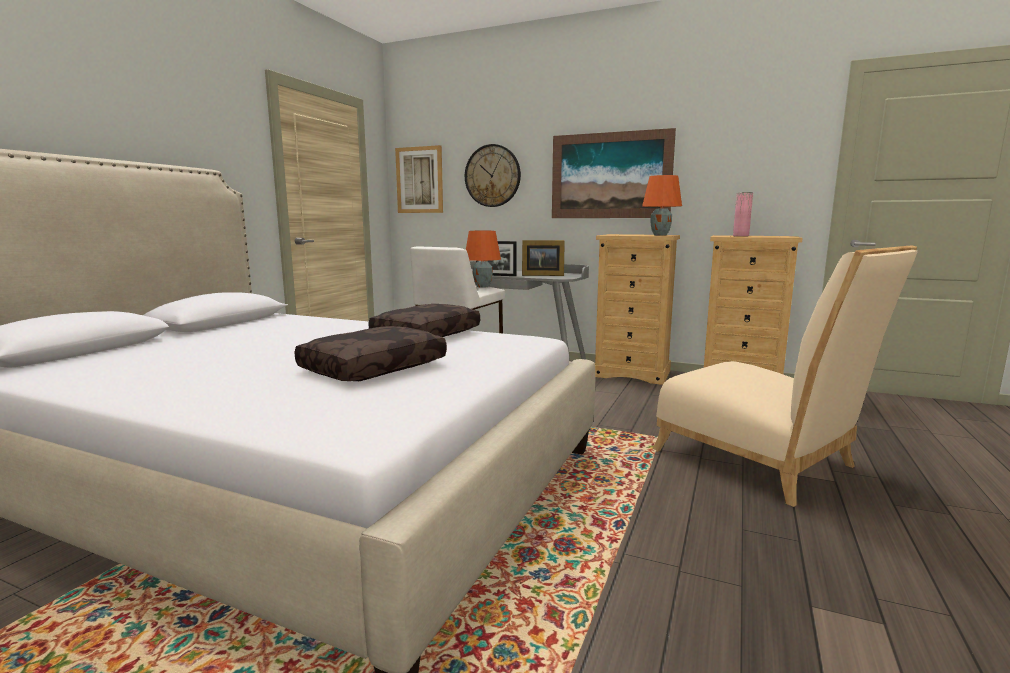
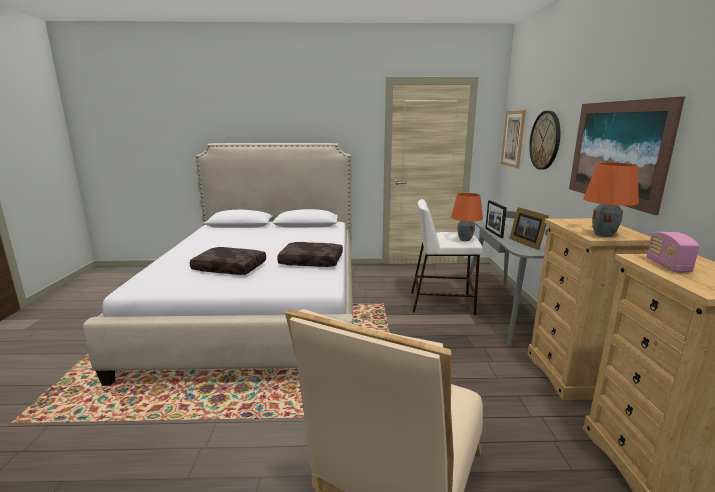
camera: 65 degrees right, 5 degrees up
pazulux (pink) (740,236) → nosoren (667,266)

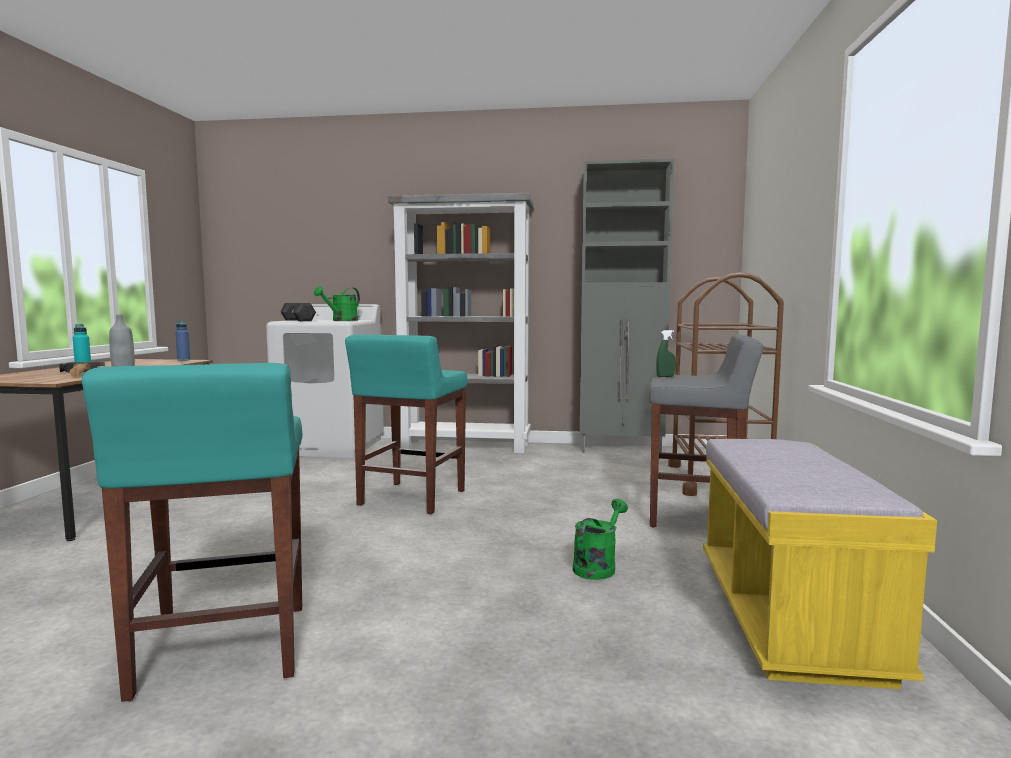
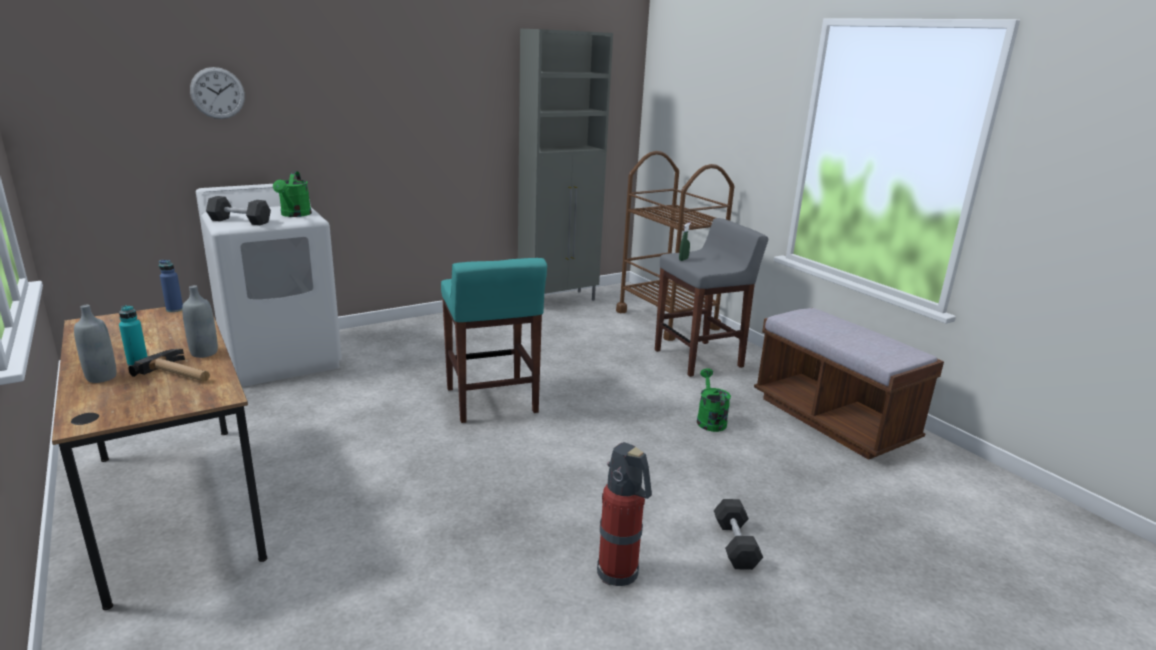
camera: 40 degrees left, 15 degrees up
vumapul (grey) (466,446) → -
- → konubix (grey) (101,377)
- → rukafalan (217,93)
- → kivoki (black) (735,544)
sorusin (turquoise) (222,651) → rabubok (619,572)
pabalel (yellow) (789,617) → pabalel (brown) (832,420)

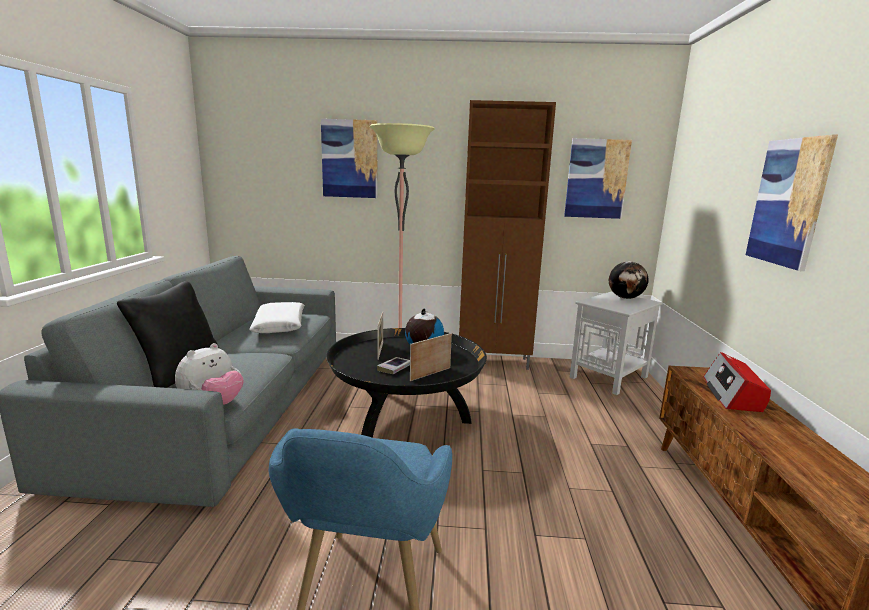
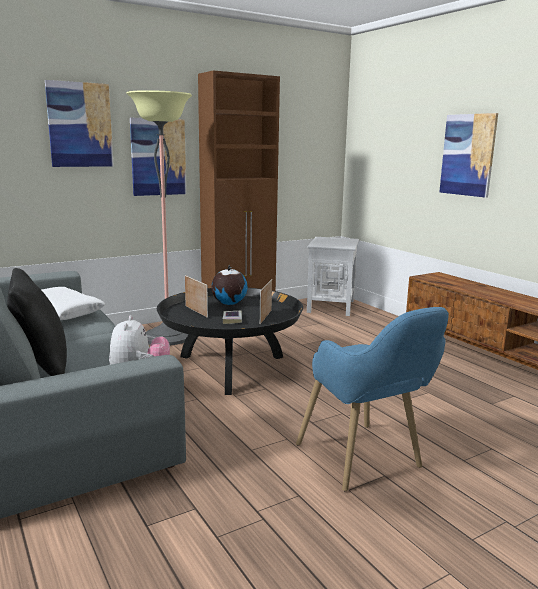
camera: 35 degrees left, 0 degrees up
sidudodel (625,298) → -
nosoren (732,394) → -
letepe (596,179) → letepe (158,157), move

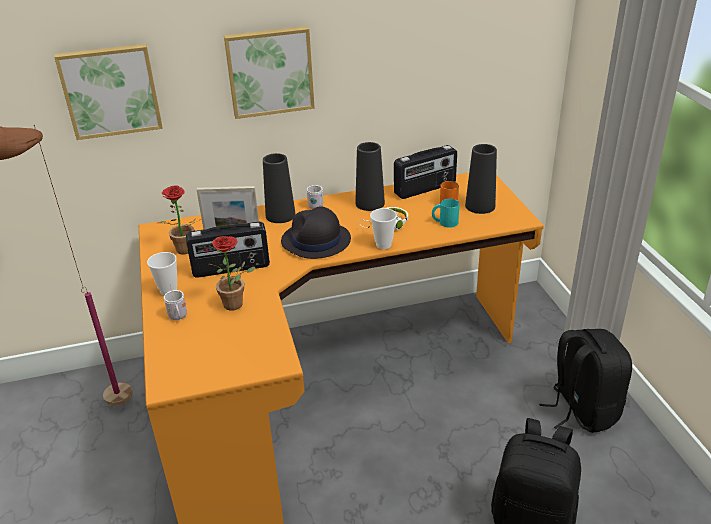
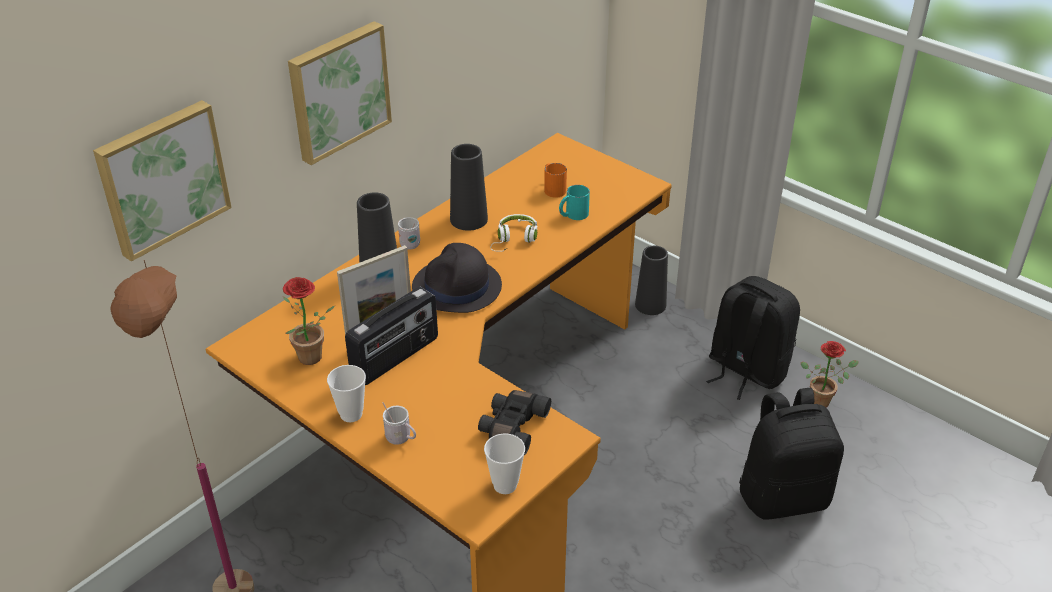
camera: 35 degrees left, 5 degrees up
nosoren (425,189) → -
- → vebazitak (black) (512,427)
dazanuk (237,304) → dazanuk (823,400), move
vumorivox (383,245) → vumorivox (505,485), move
pazulux (black) (480,206) → pazulux (black) (650,305), move

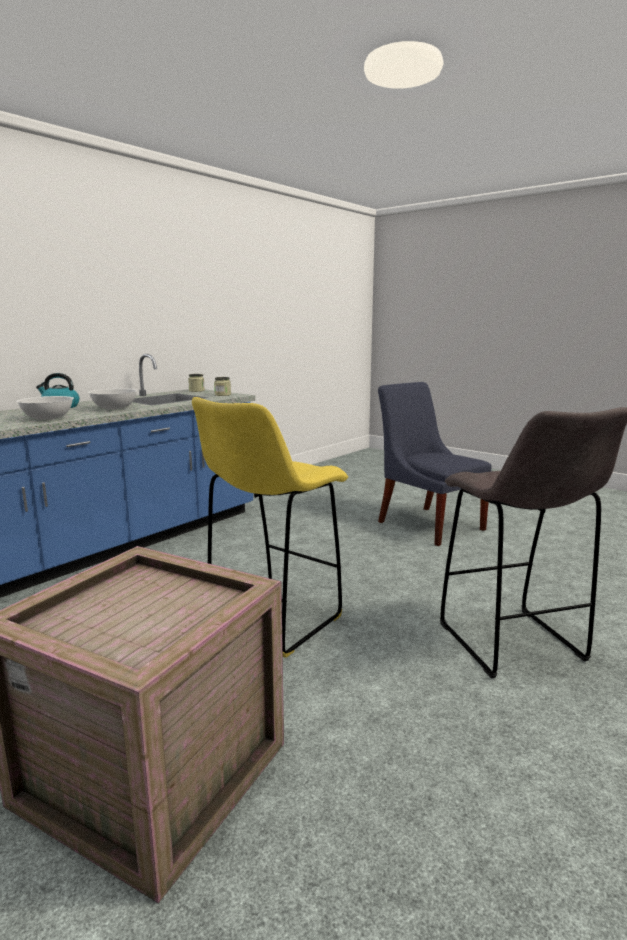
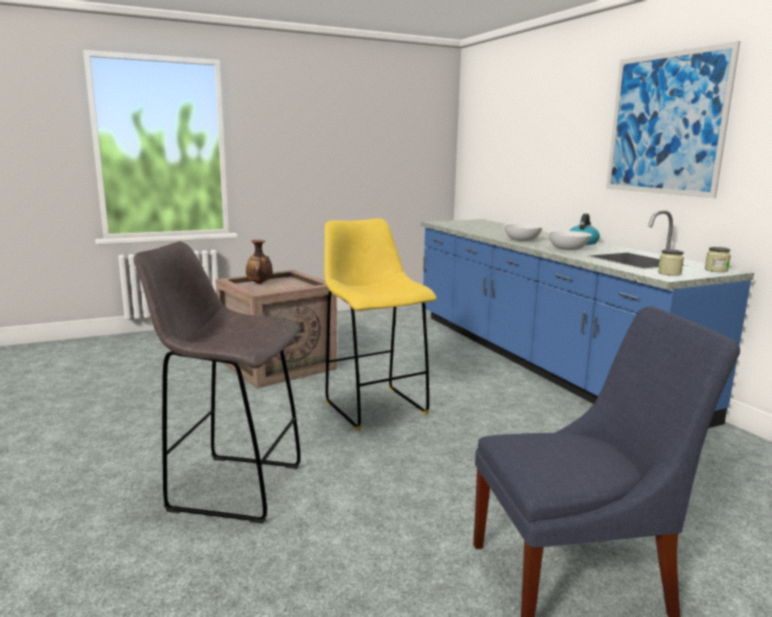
camera: 115 degrees right, 0 degrees up
- → pazulux (260,283)
- → letepe (665,124)

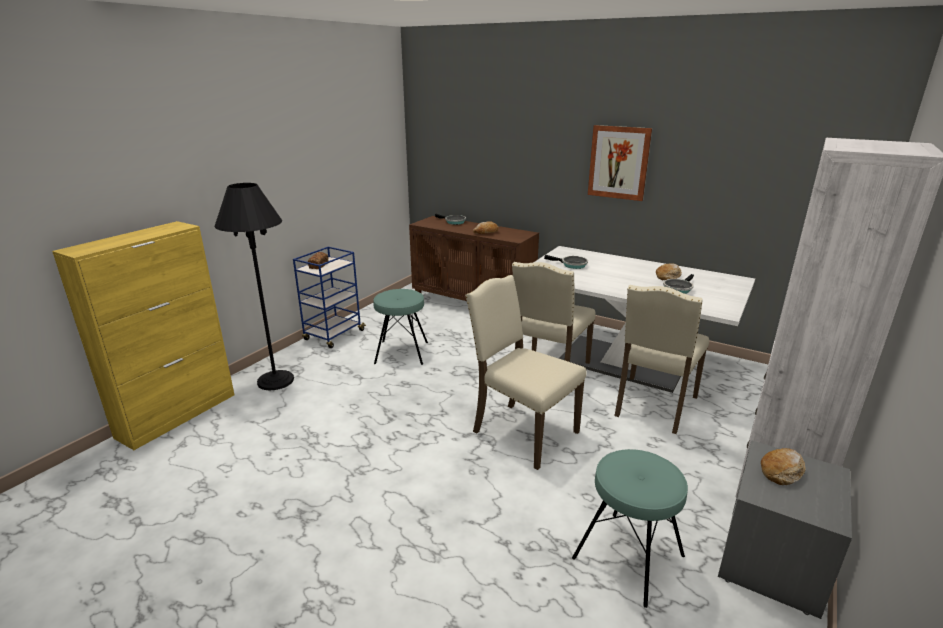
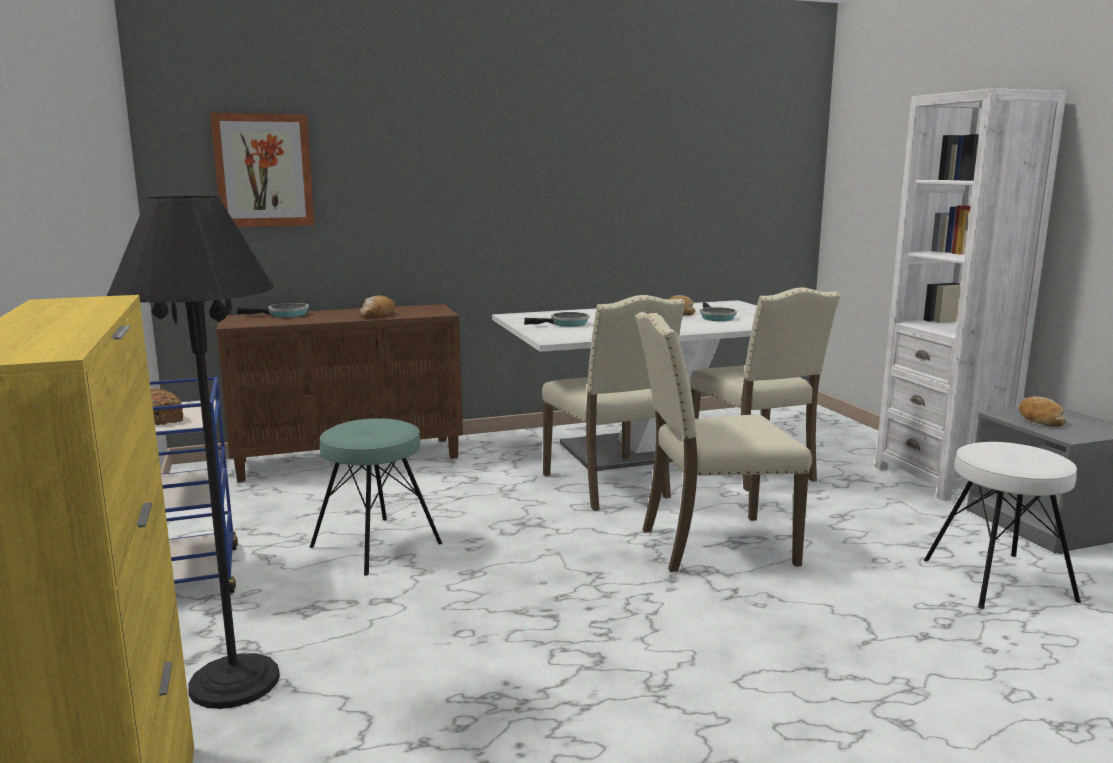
camera: 50 degrees left, 10 degrees down
letepe (619,162) → letepe (264,170), move
sorusin (turquoise) (628,556) → sorusin (white) (998,580)

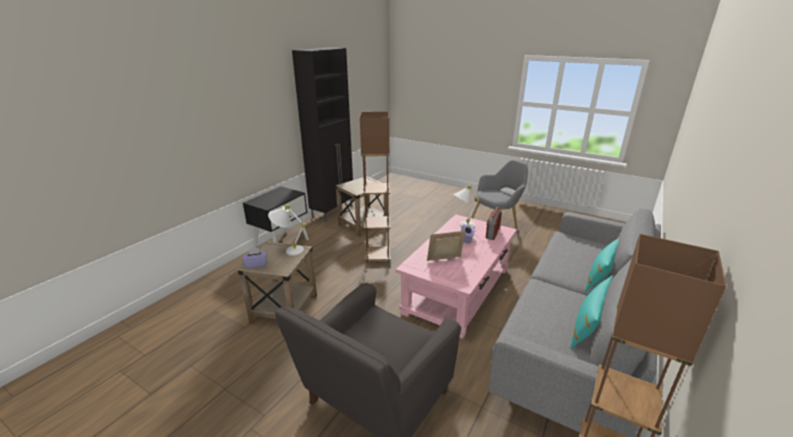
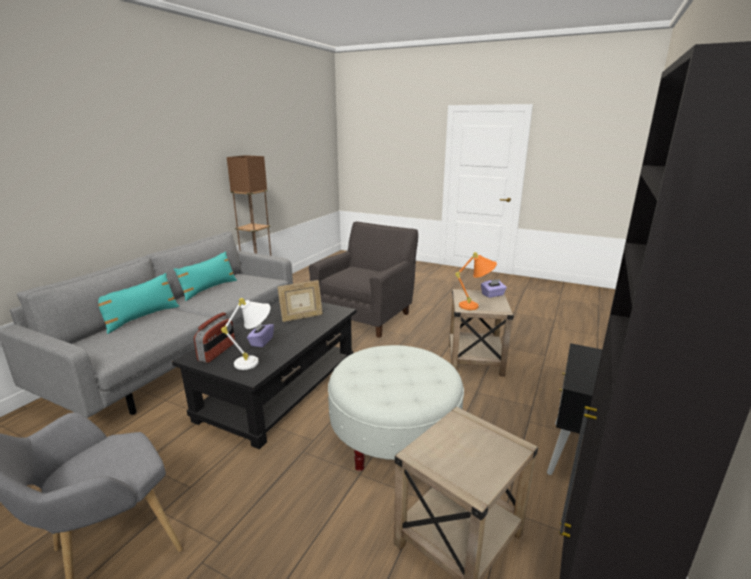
camera: 175 degrees right, 5 degrees down
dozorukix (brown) (378,257) → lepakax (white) (394,436)
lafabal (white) (288,250) → lafabal (orange) (476,306)
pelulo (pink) (457,290) → pelulo (black) (280,388)

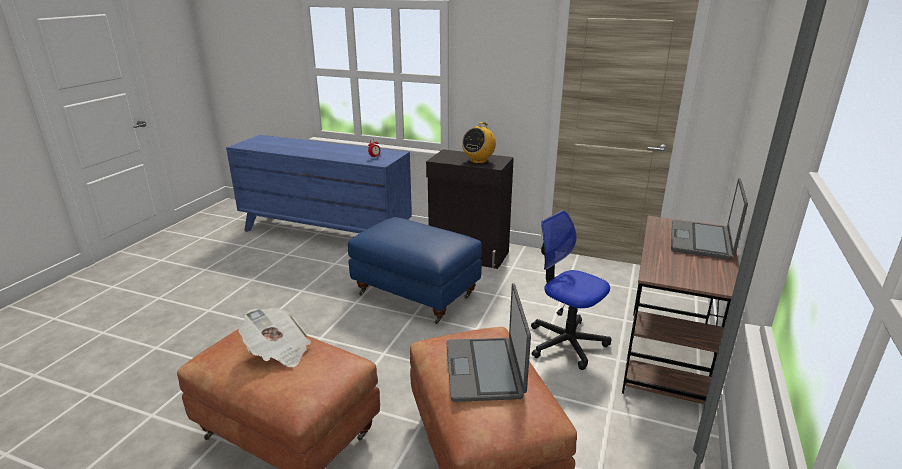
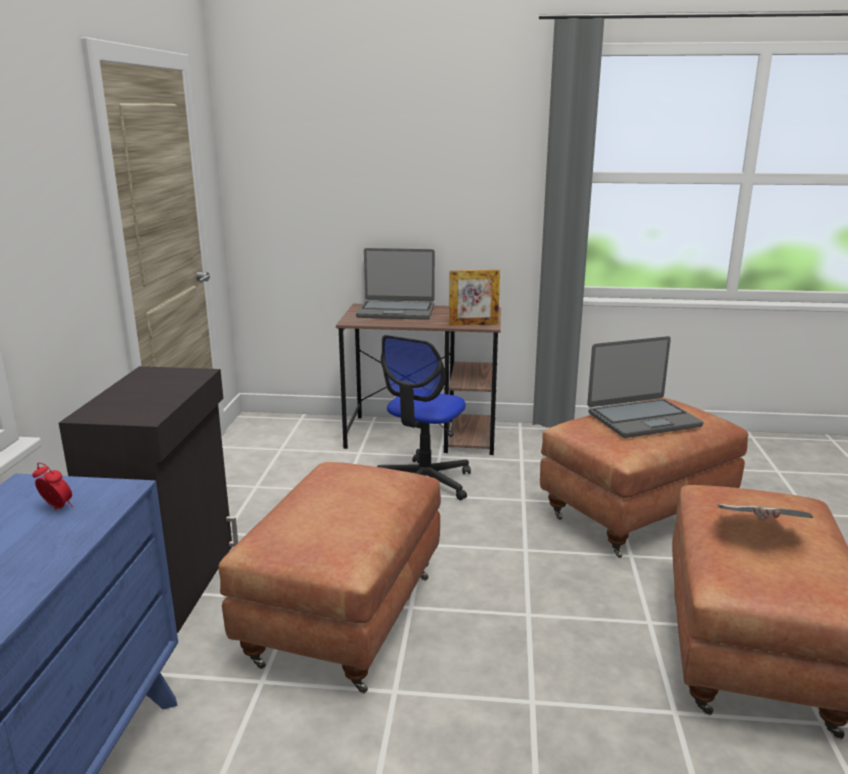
camera: 105 degrees left, 5 degrees down
nosoren (478,161) → -
- → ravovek (473,324)
lepakax (blue) (416,295) → lepakax (brown) (343,617)

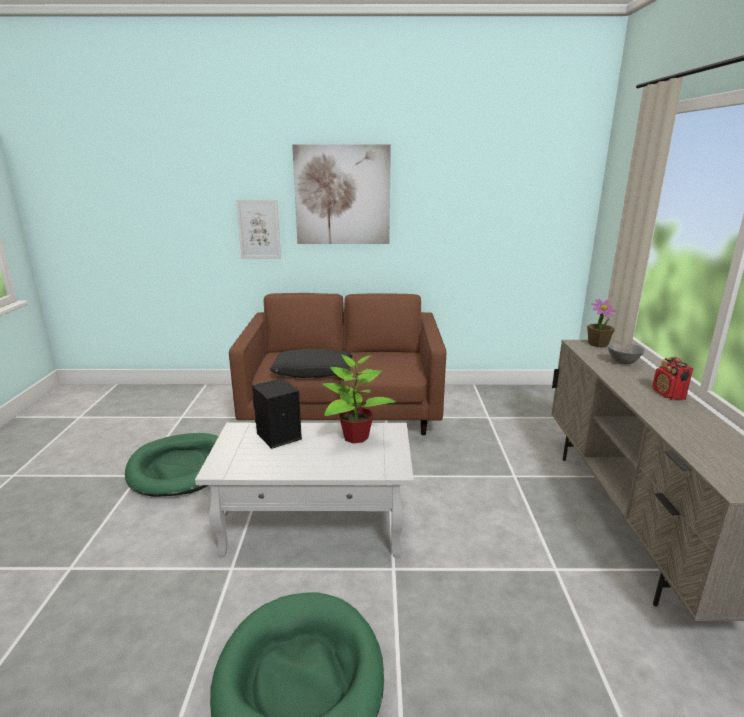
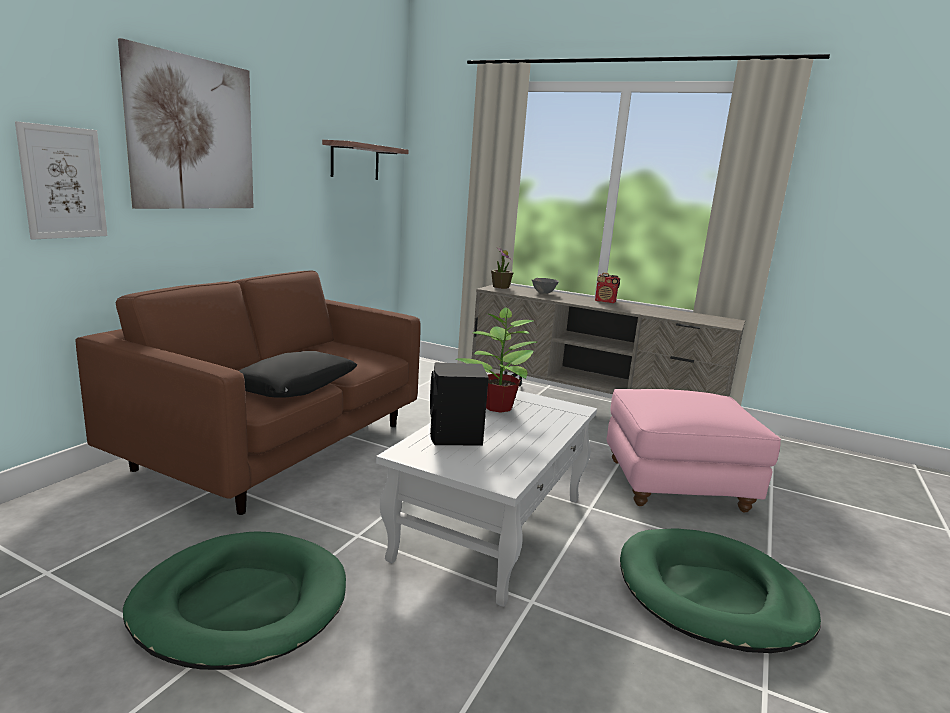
camera: 65 degrees left, 5 degrees down
- → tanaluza (355,161)
- → lepakax (pink) (676,485)

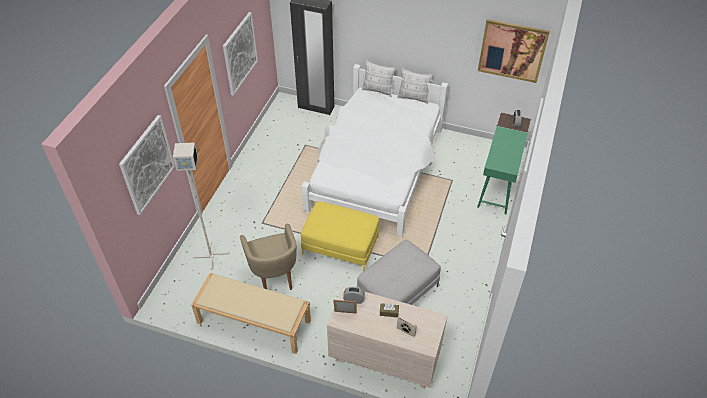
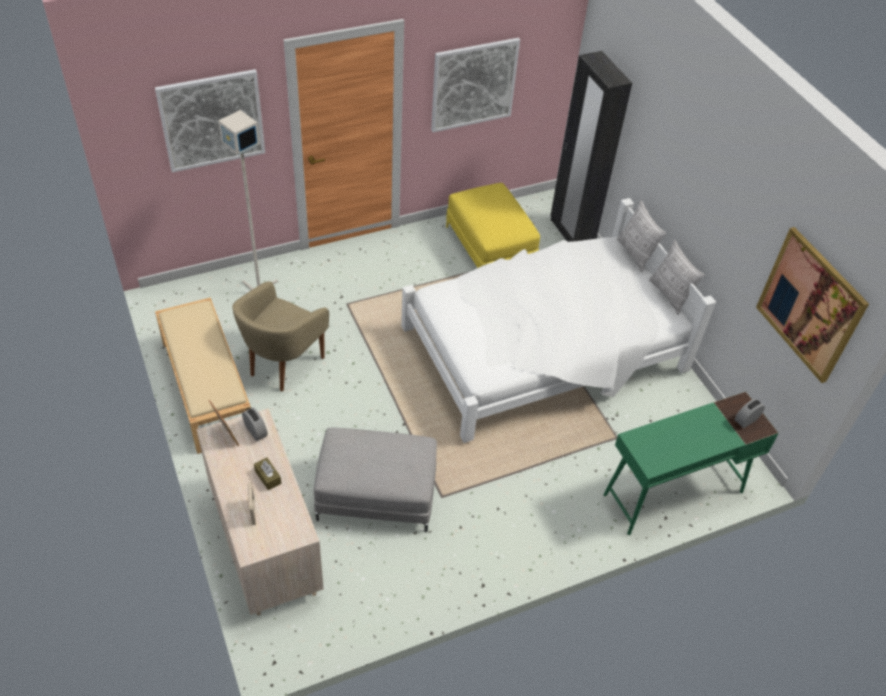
camera: 45 degrees right, 0 degrees up
lepakax (yellow) (340,245) → lepakax (yellow) (490,247), move

